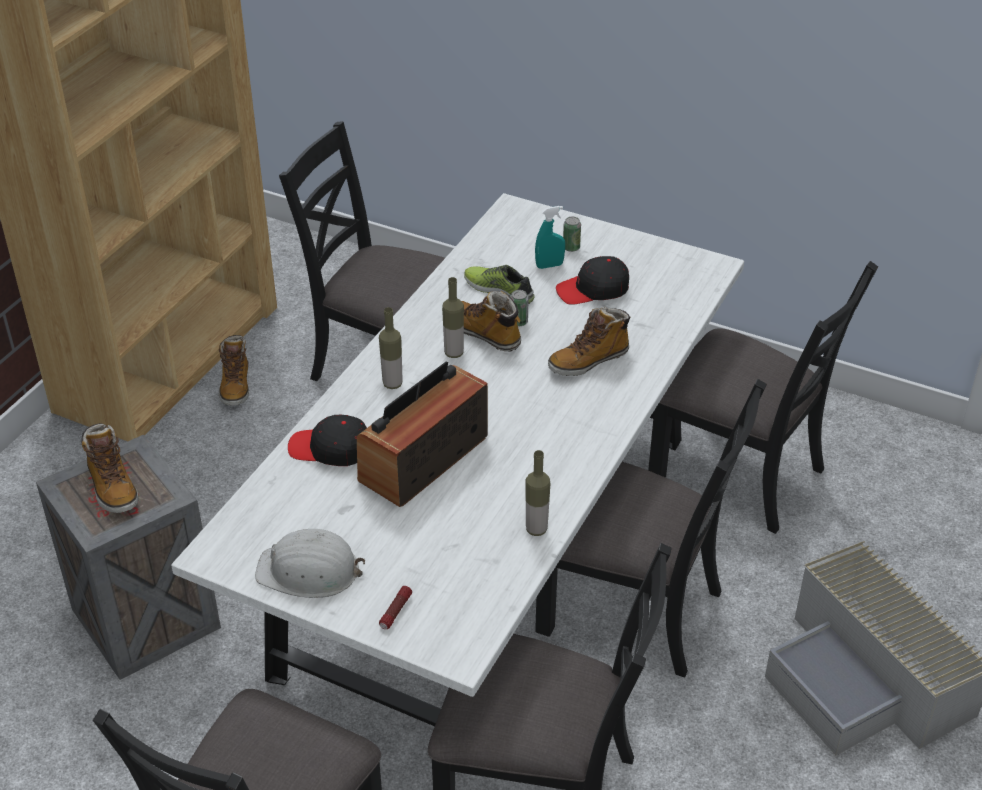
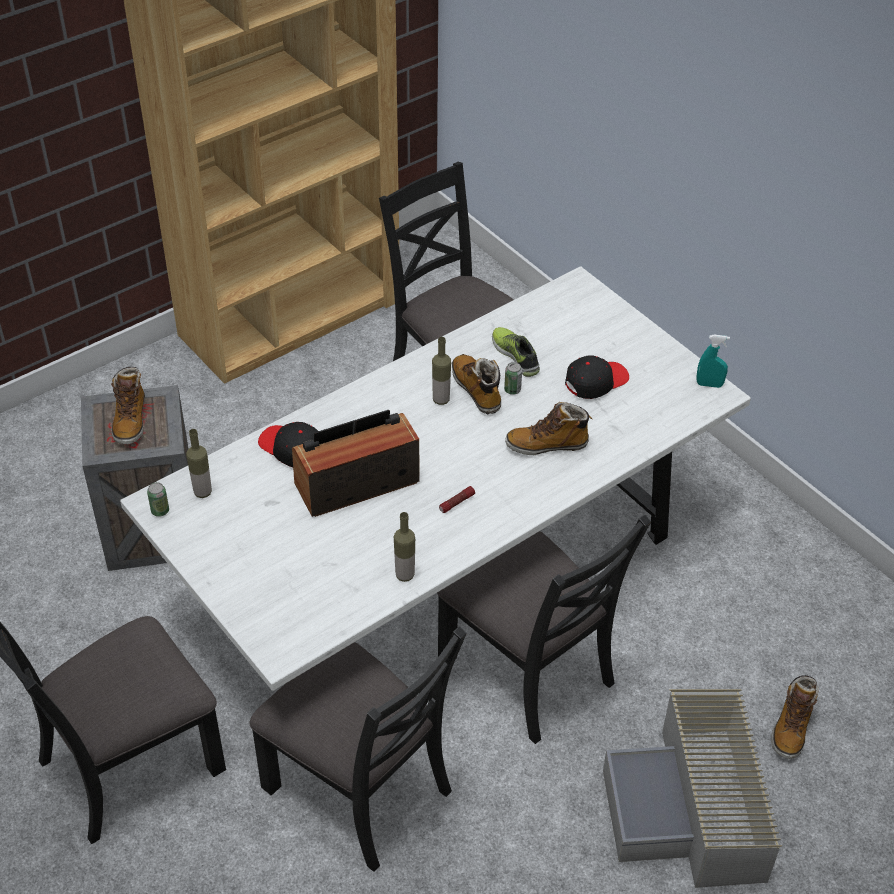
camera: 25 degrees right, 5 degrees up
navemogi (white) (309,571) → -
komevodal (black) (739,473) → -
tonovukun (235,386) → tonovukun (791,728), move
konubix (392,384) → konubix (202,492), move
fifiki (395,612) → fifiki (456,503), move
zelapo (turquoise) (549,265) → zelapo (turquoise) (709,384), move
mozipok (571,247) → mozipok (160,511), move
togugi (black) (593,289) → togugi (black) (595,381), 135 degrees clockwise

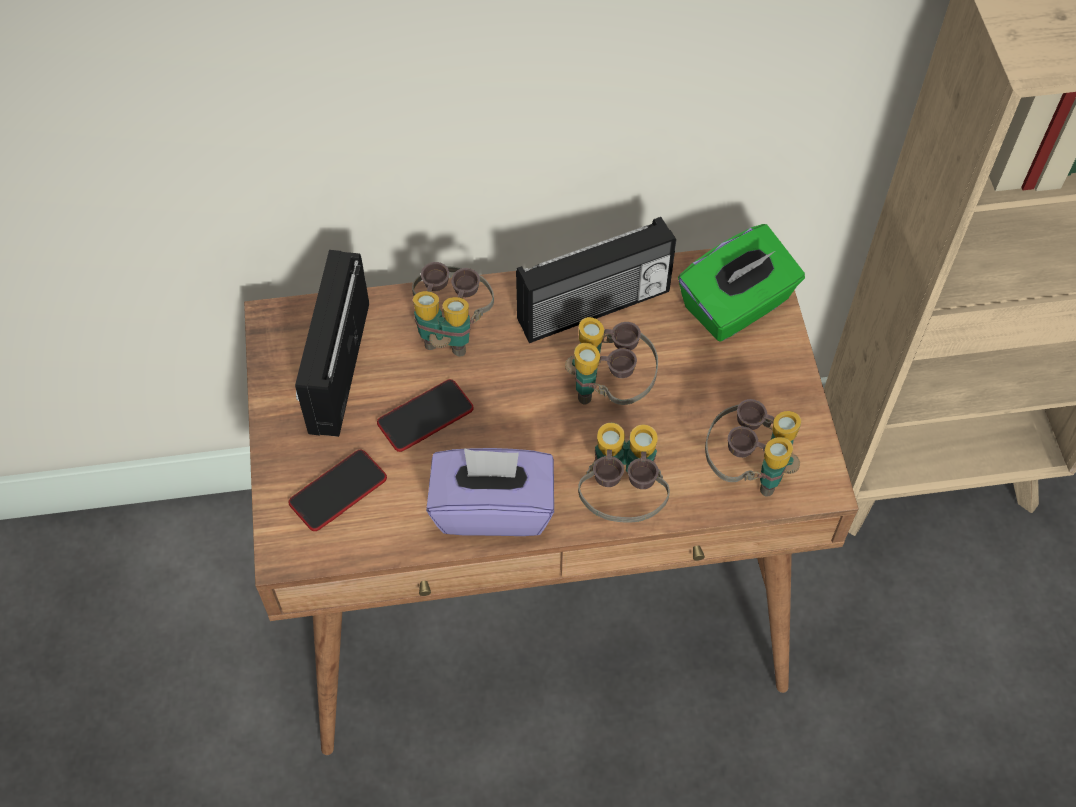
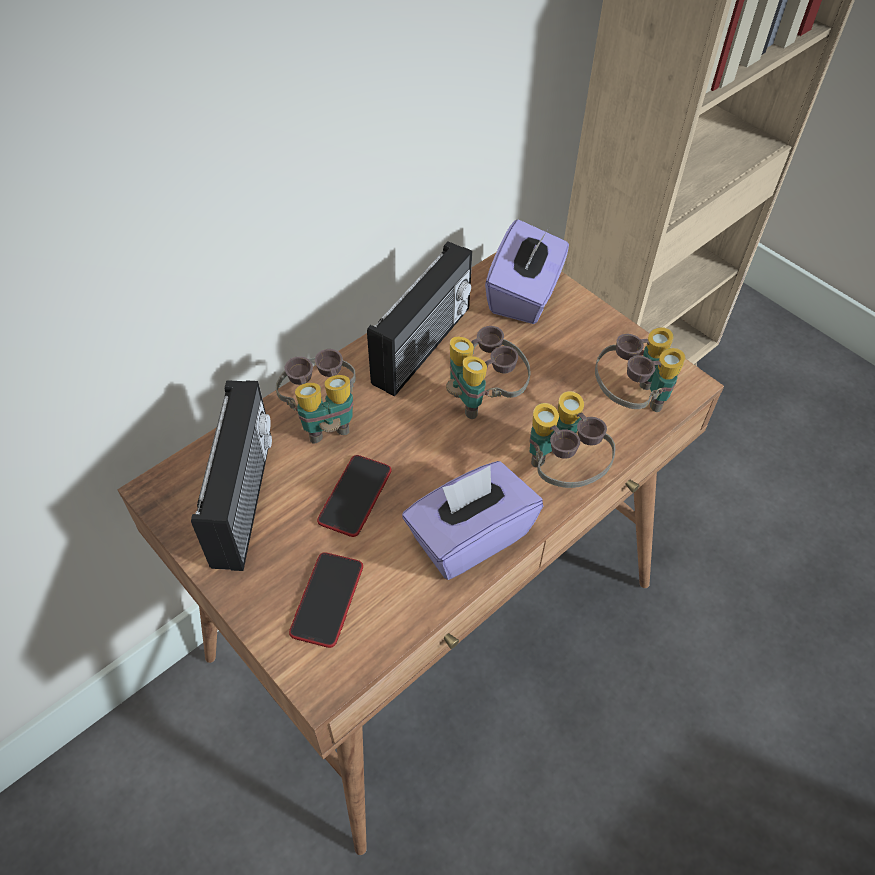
camera: 35 degrees left, 5 degrees down
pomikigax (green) (736,306) → pomikigax (purple) (525,295)
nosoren (336,367) → nosoren (246,499), 150 degrees counterclockwise

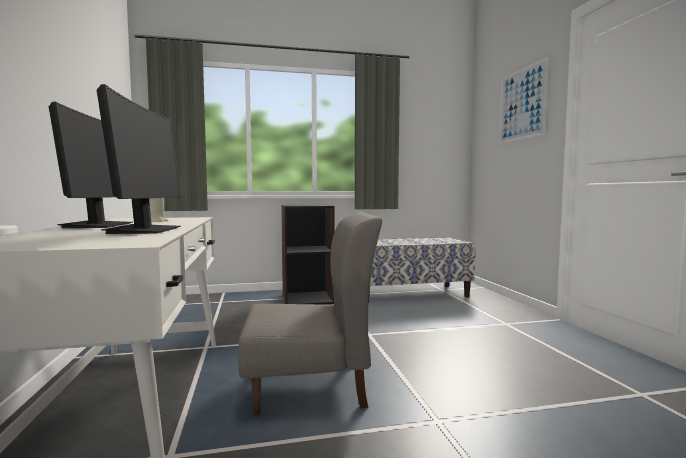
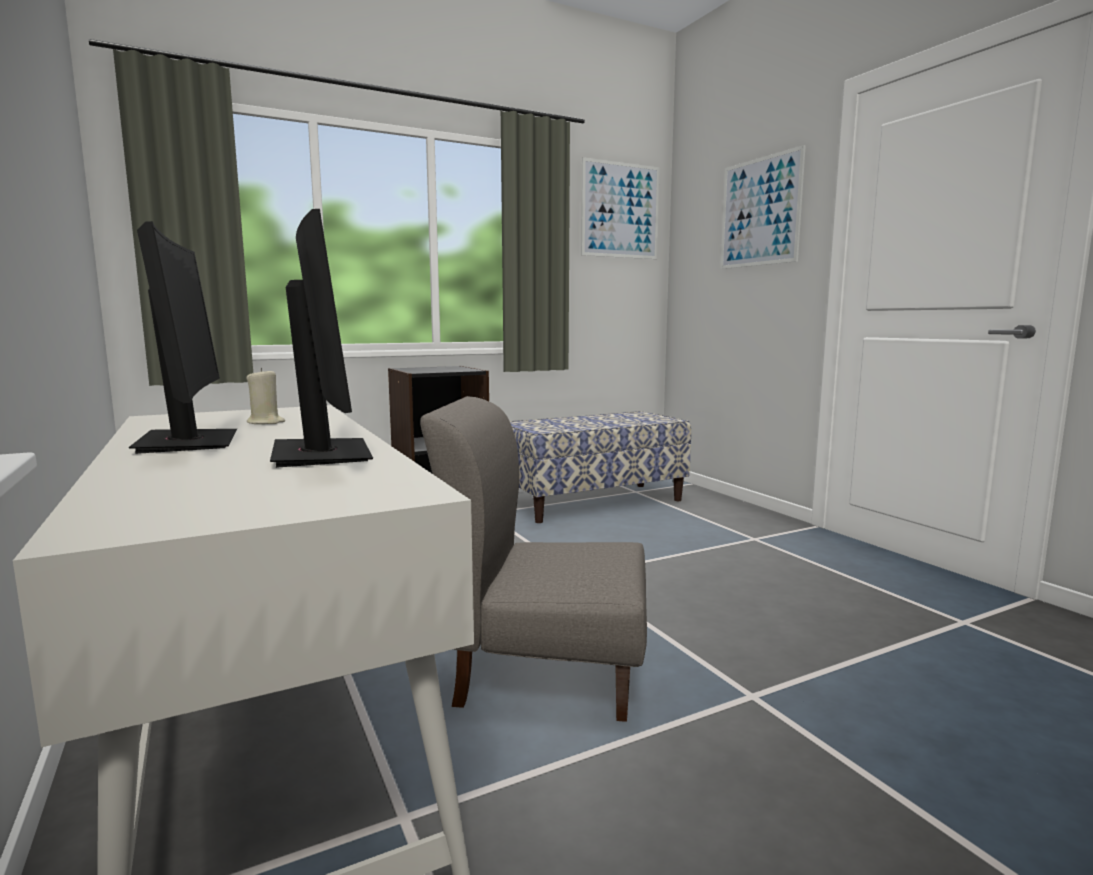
camera: 15 degrees left, 5 degrees up
- → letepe (620,210)
komevodal (grey) (309,387) → komevodal (grey) (545,671), 150 degrees counterclockwise

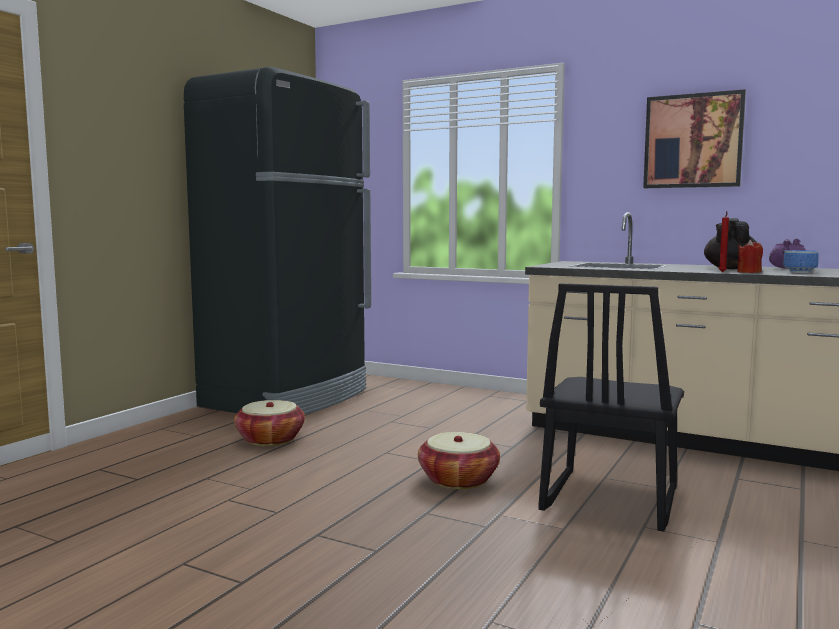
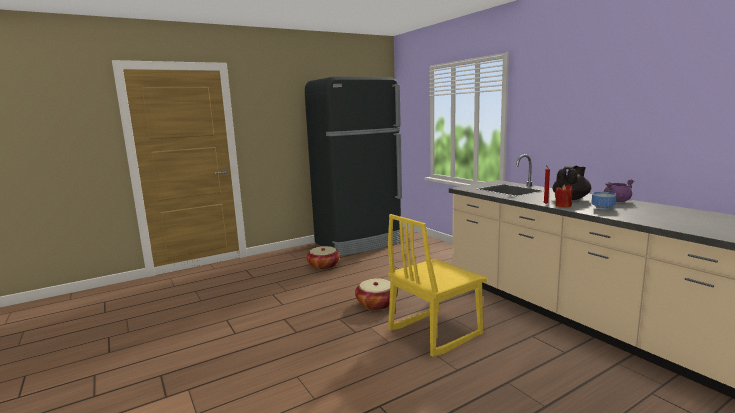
camera: 30 degrees right, 5 degrees up
letepe (693,141) → -
komevodal (black) (608,500) → komevodal (yellow) (434,332)

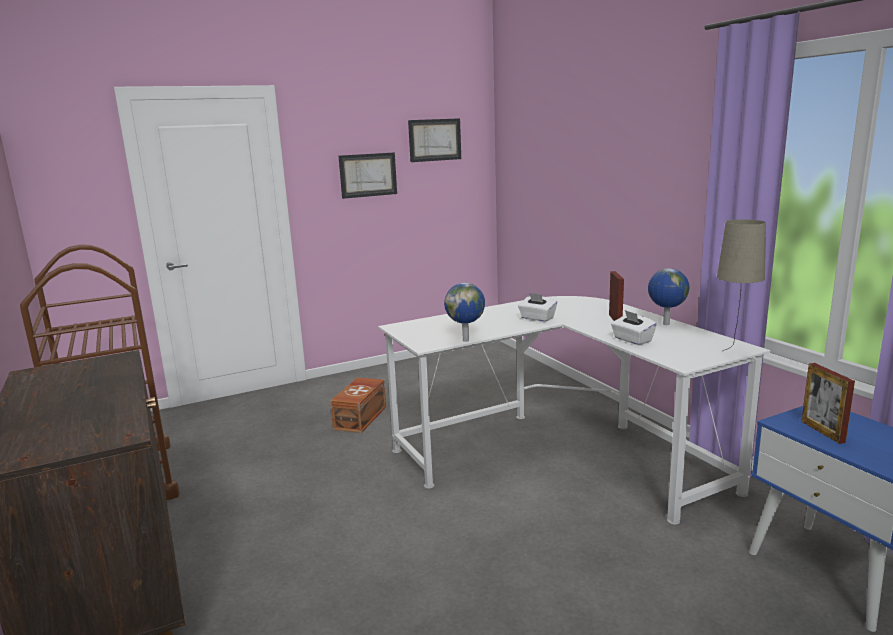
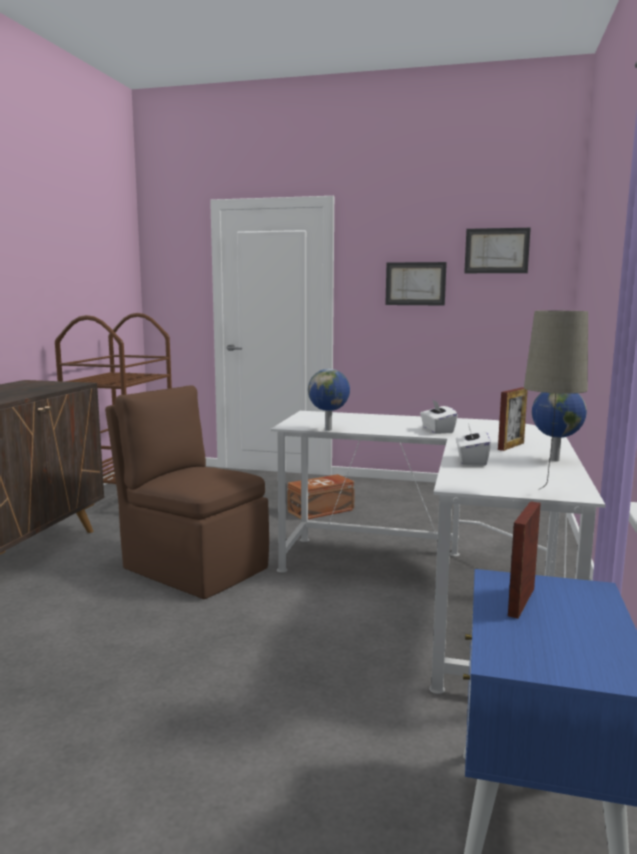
camera: 40 degrees right, 5 degrees down
- → komevodal (brown) (193,567)

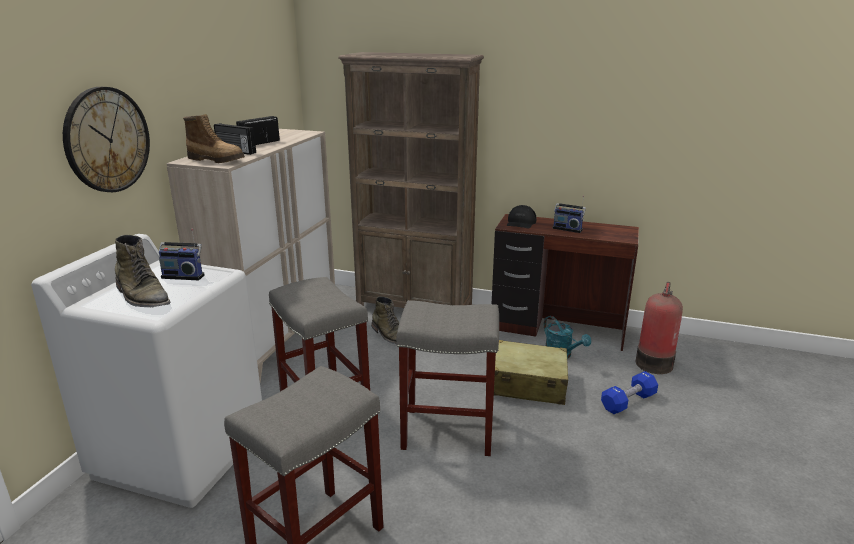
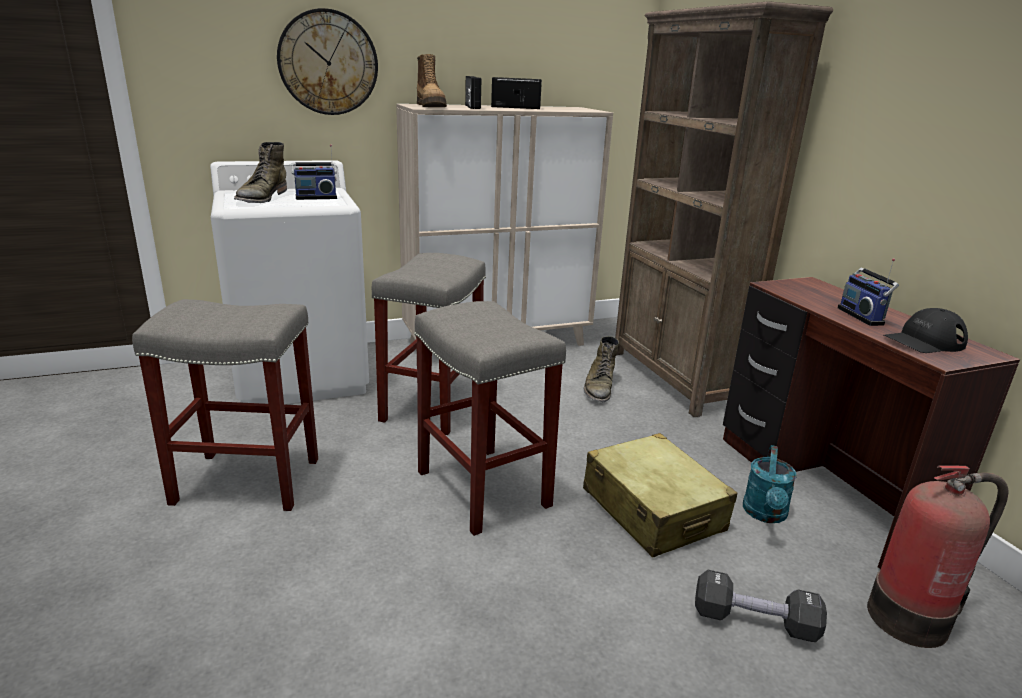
camera: 50 degrees right, 0 degrees up
togugi (black) (520,223) → togugi (black) (924,341), move
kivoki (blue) (628,402) → kivoki (black) (754,621)
nosoren (184,276) → nosoren (316,197), 75 degrees counterclockwise

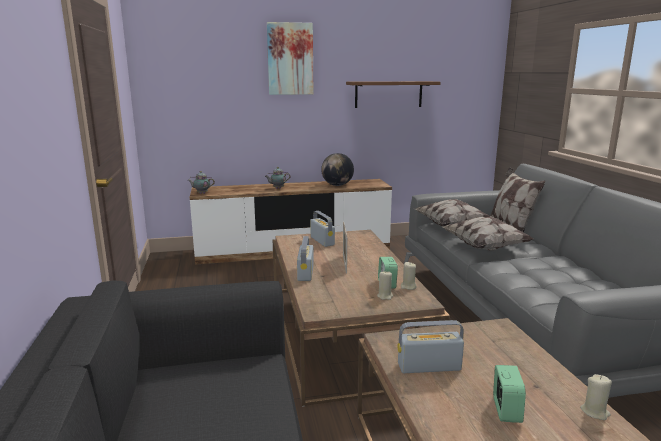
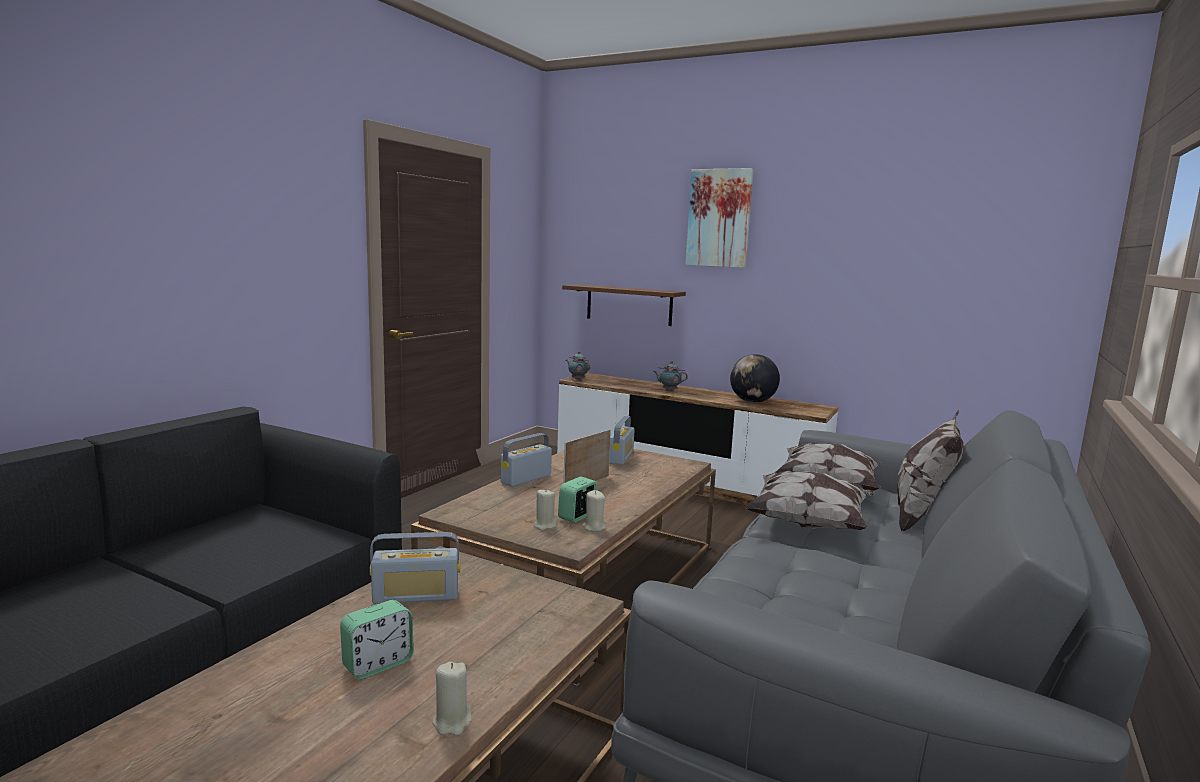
camera: 40 degrees right, 5 degrees down
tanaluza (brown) (388,94) → tanaluza (brown) (629,305), move
nosoren (429,367) → nosoren (416,596), 135 degrees clockwise

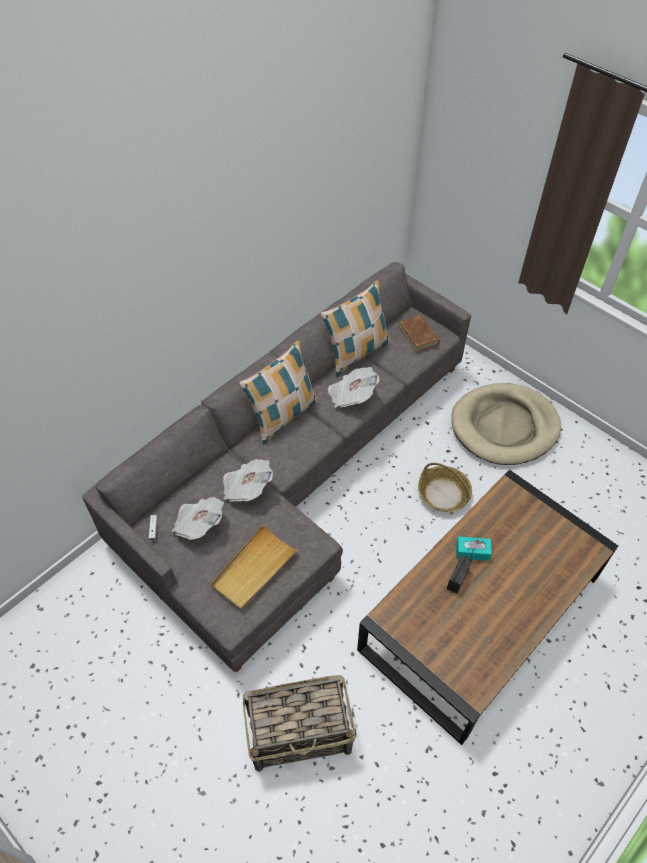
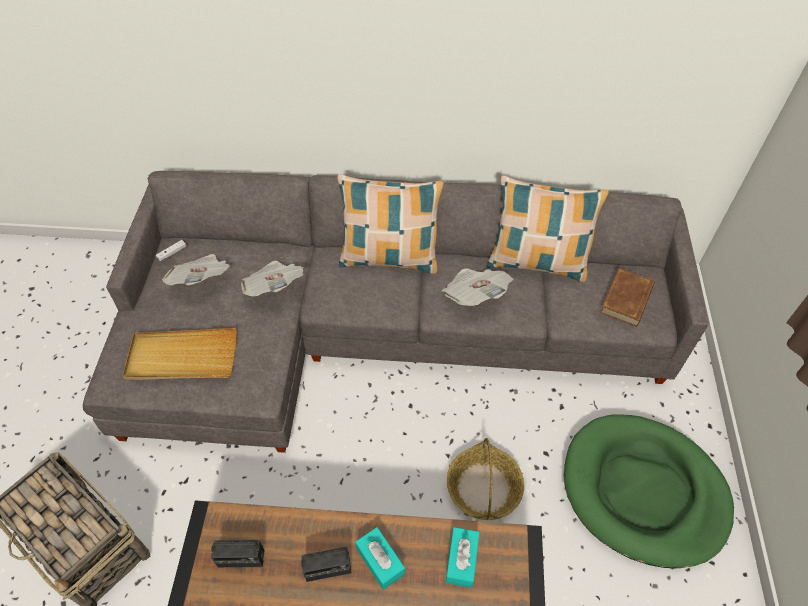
camera: 50 degrees right, 0 degrees up
- → nosoren (241,559)
- → pomikigax (turquoise) (461,560)
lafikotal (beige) (504,426) → lafikotal (green) (643,491)

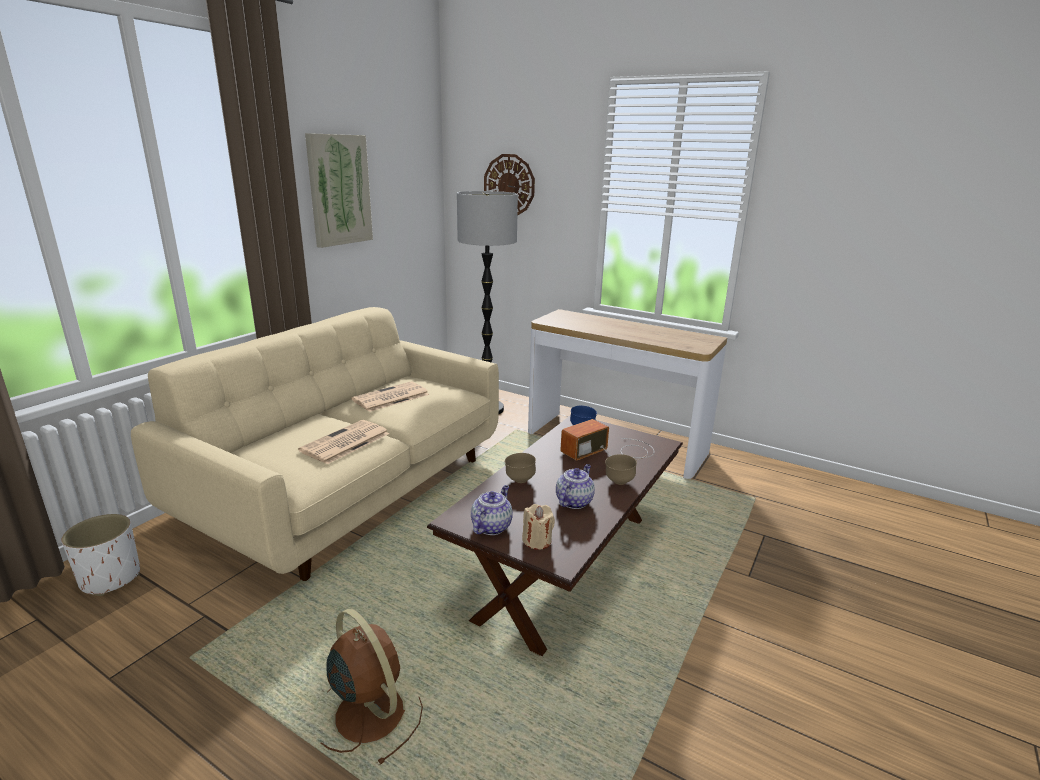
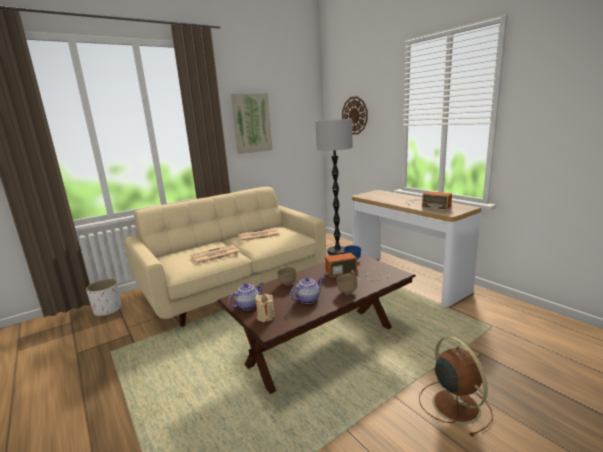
camera: 25 degrees right, 5 degrees down
- → nosoren (426,204)
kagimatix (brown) (368,711) → kagimatix (brown) (454,404), move

